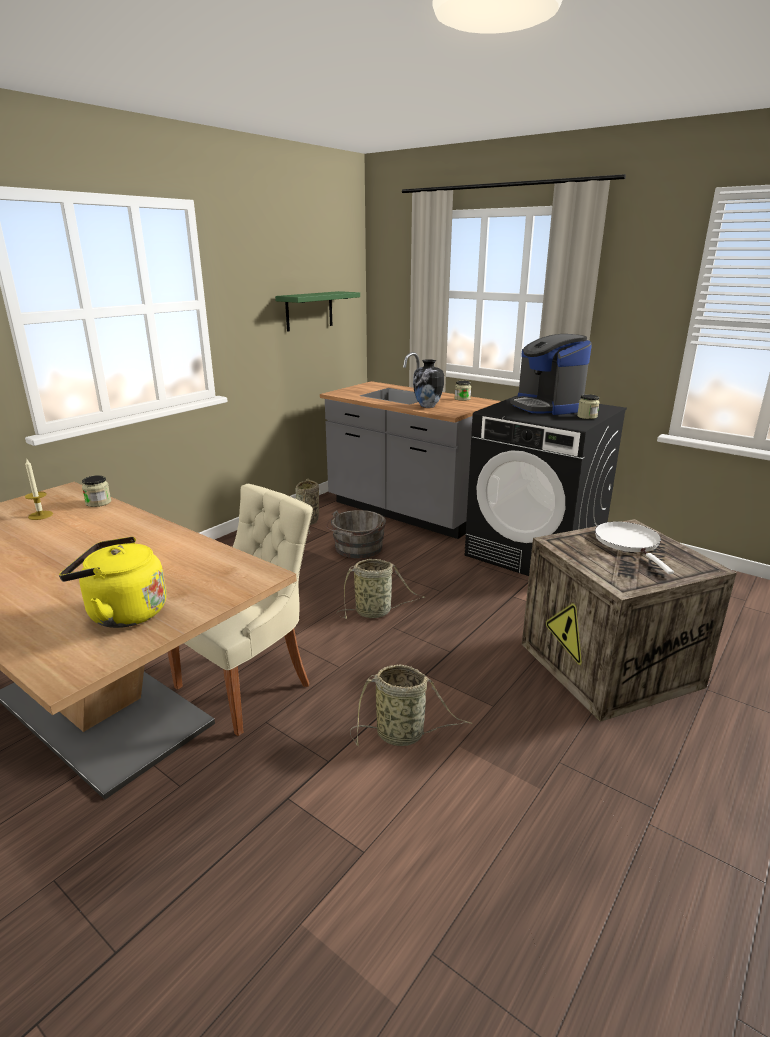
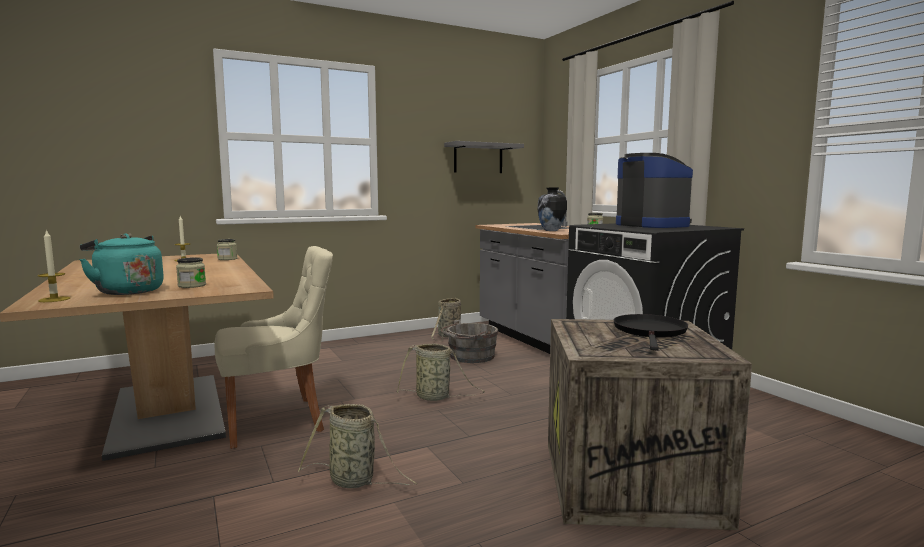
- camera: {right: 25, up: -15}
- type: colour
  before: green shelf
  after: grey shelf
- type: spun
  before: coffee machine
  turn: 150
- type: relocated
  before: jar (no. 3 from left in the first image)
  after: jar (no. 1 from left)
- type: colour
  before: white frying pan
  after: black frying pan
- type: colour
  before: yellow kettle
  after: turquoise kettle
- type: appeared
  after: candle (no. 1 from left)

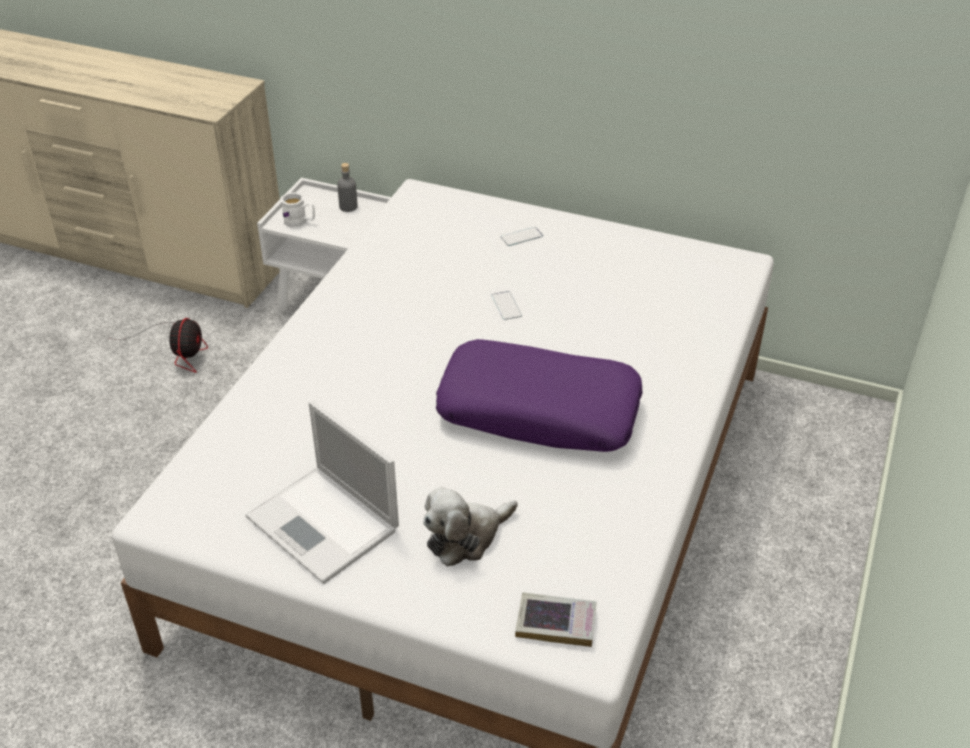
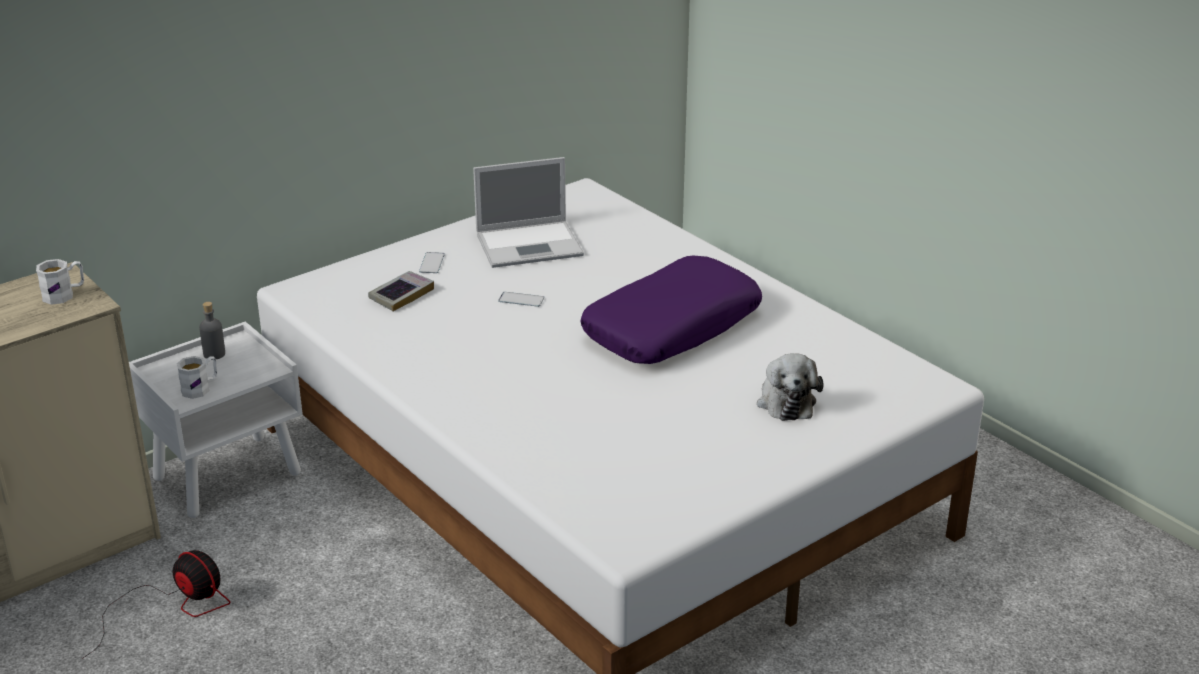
- camera: {right: -60, up: -10}
- type: relocated
  before: laptop
- type: relocated
  before: book
- type: appeared
  after: white mug (no. 1 from left)

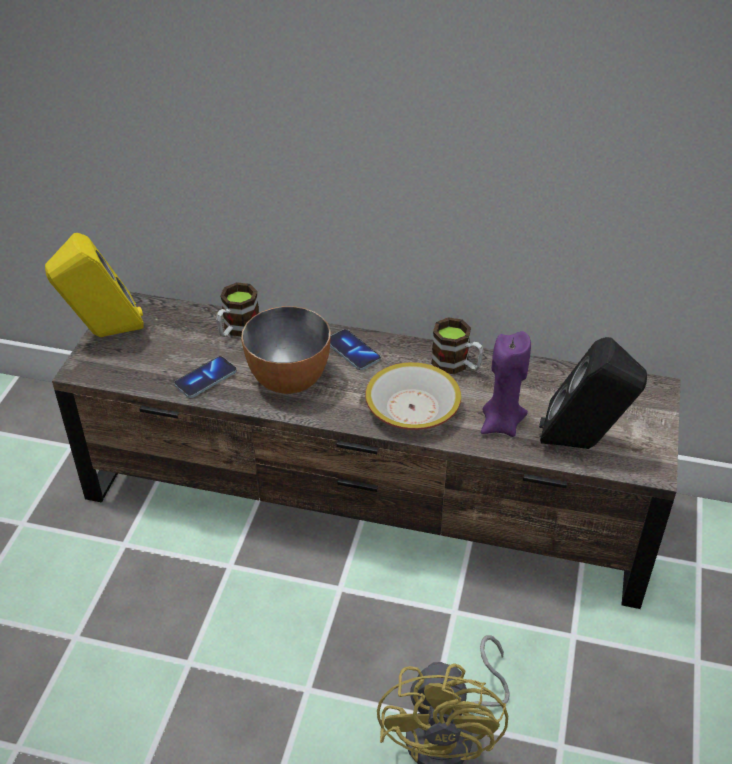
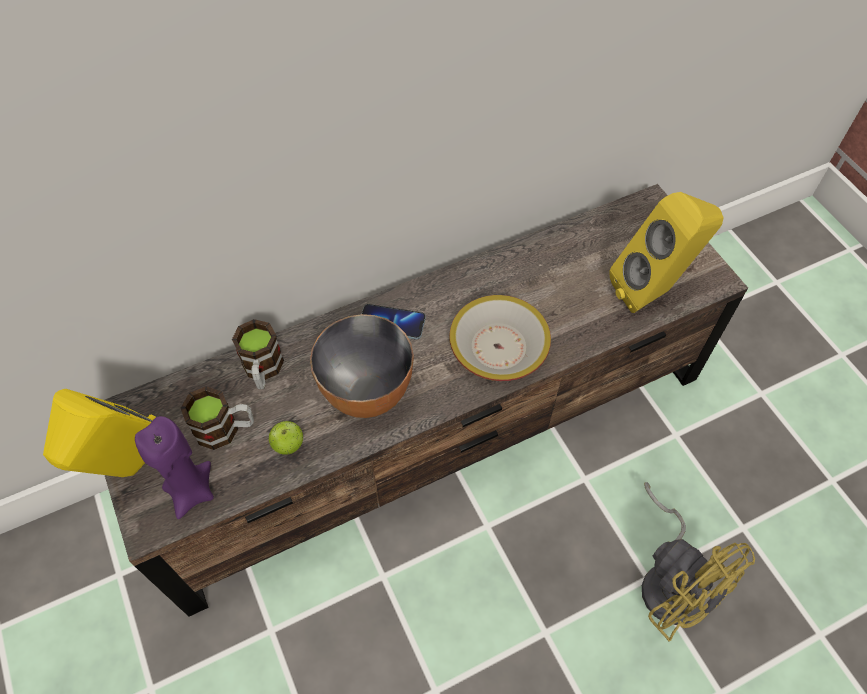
- camera: {right: -40, up: 15}
- type: relocated
  before: mug (no. 2 from left in the first image)
  after: mug (no. 1 from left)
- type: relocated
  before: purple candle
- type: colour
  before: black speaker
  after: yellow speaker (no. 2 from left)
- type: exchanged
  before: phone (no. 1 from left)
  after: apple

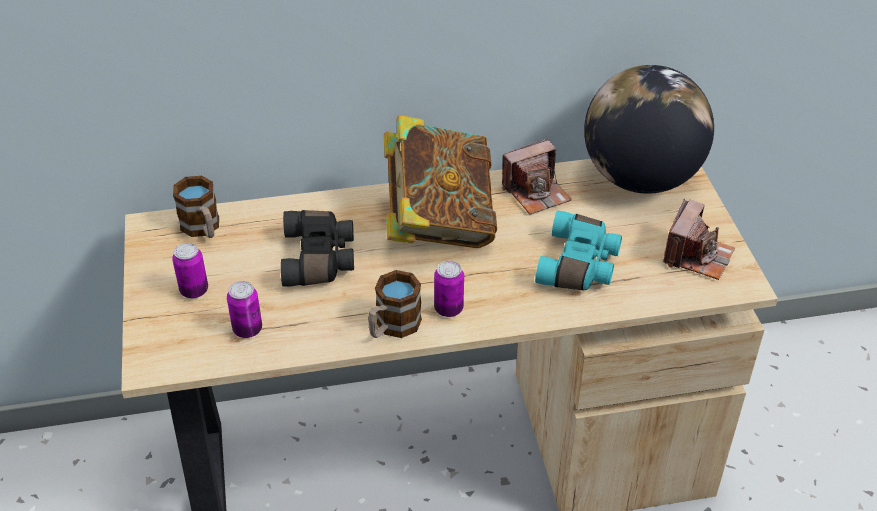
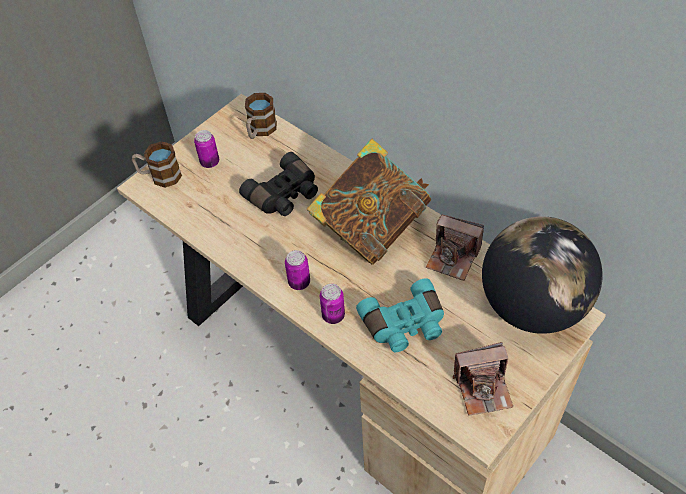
- camera: {right: 55, up: 10}
- type: relocated
  before: mug (no. 2 from left in the first image)
  after: mug (no. 1 from left)
- type: relocated
  before: can (no. 2 from left in the first image)
  after: can (no. 3 from left)

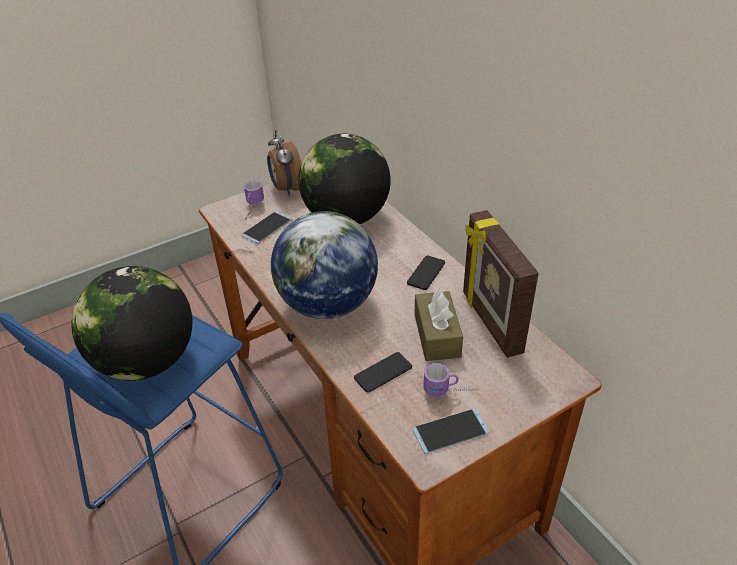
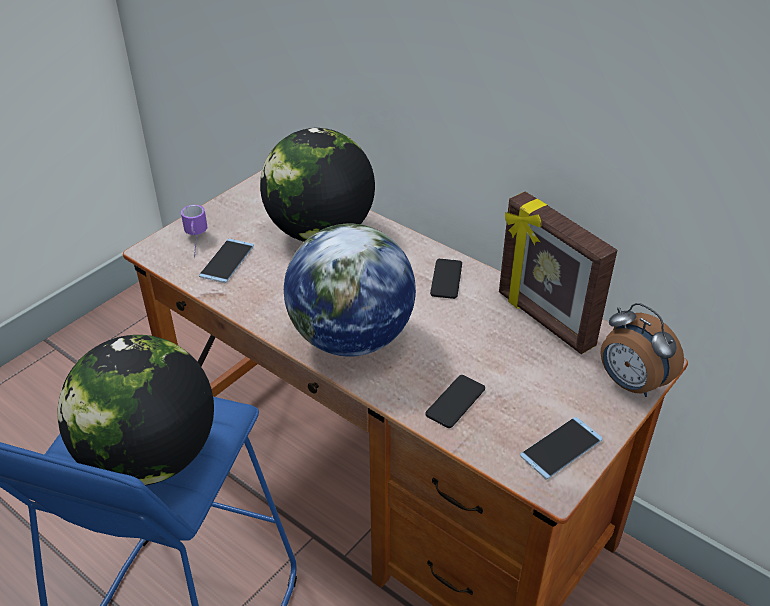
- camera: {right: -20, up: 0}
- type: relocated
  before: alarm clock
- type: missing
  before: brown tissue box
- type: missing
  before: mug (no. 2 from left)

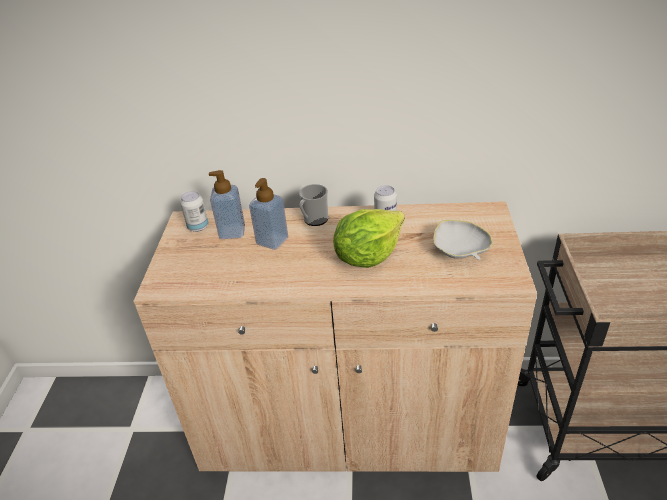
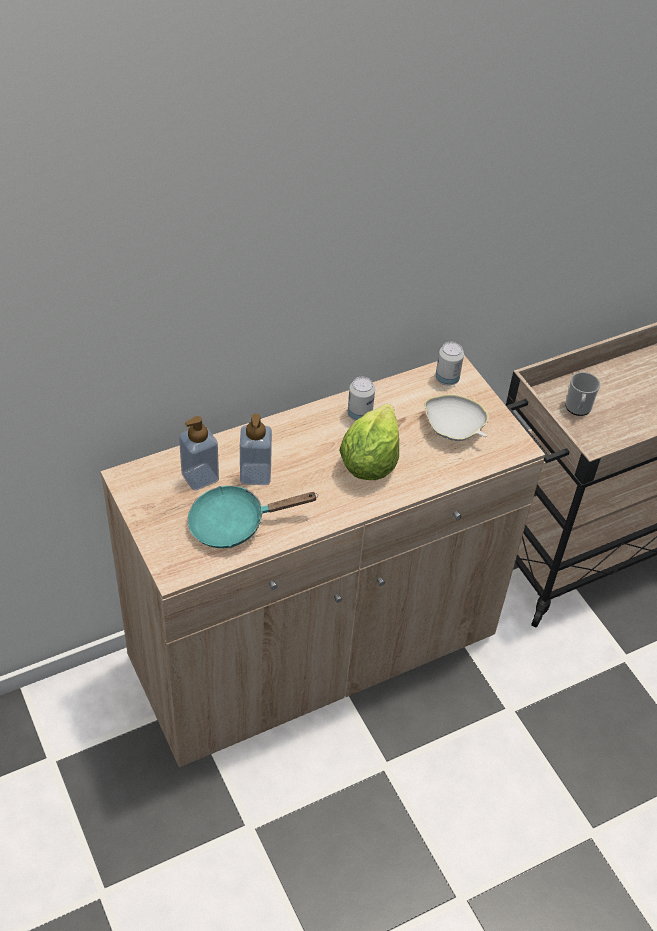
- camera: {right: -35, up: 10}
- type: relocated
  before: mug
- type: relocated
  before: can (no. 1 from left in the first image)
  after: can (no. 2 from left)
- type: appeared
  after: turquoise frying pan

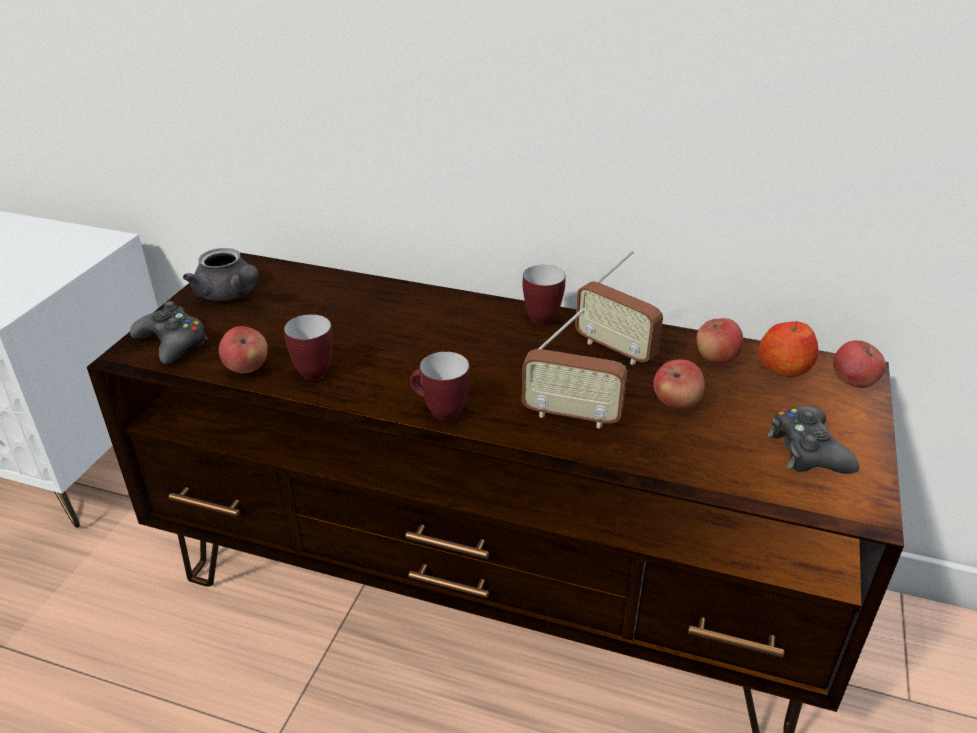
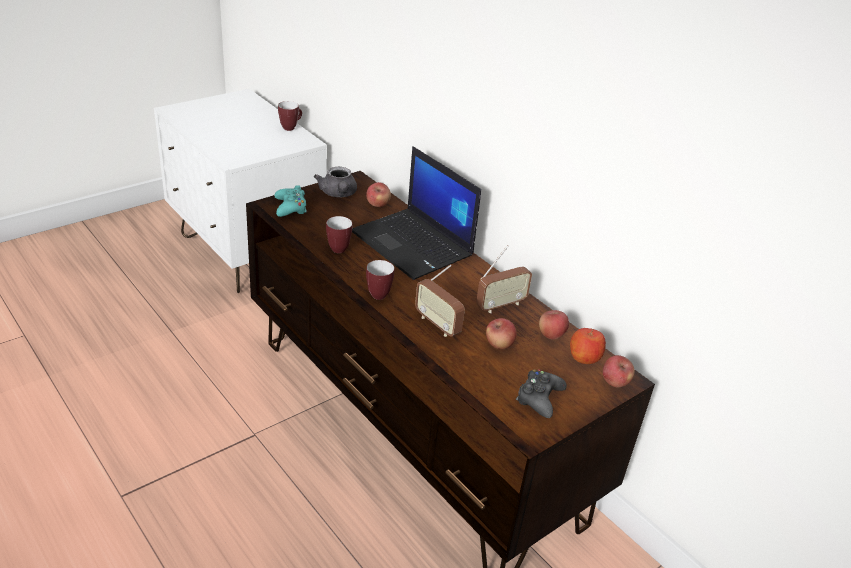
- camera: {right: 30, up: 0}
- type: spun
  before: radio (no. 2 from left)
  turn: -105
- type: relocated
  before: mug (no. 3 from left in the first image)
  after: mug (no. 1 from left)
- type: colour
  before: black game controller (no. 1 from left)
  after: turquoise game controller
- type: relocated
  before: apple (no. 1 from left)
- type: appeared
  after: laptop

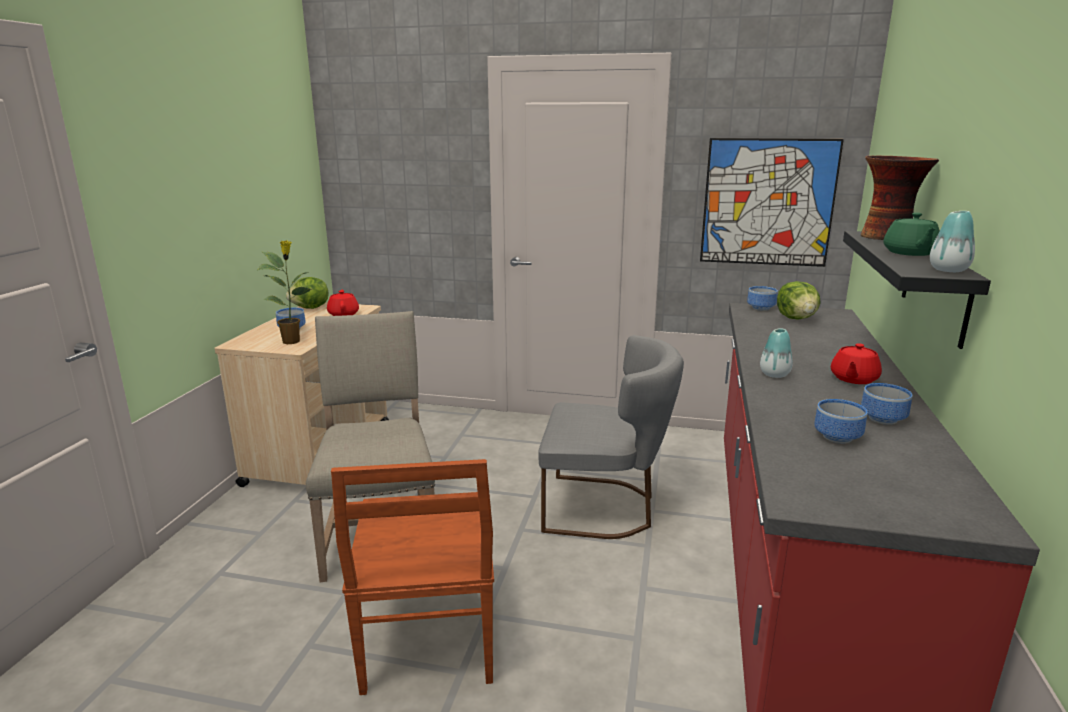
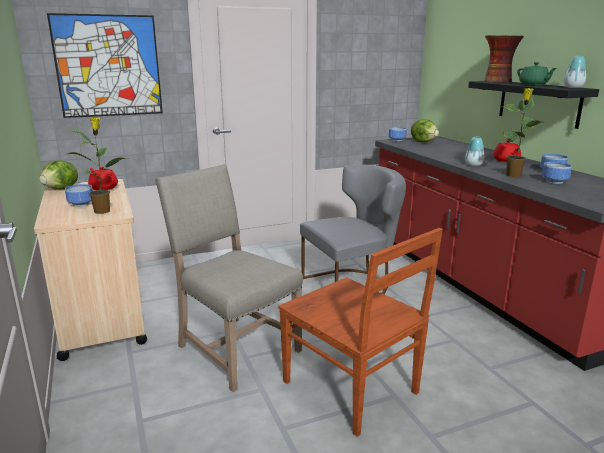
- camera: {right: -35, up: 0}
- type: relocated
  before: picture
- type: appeared
  after: potted plant (no. 2 from left)

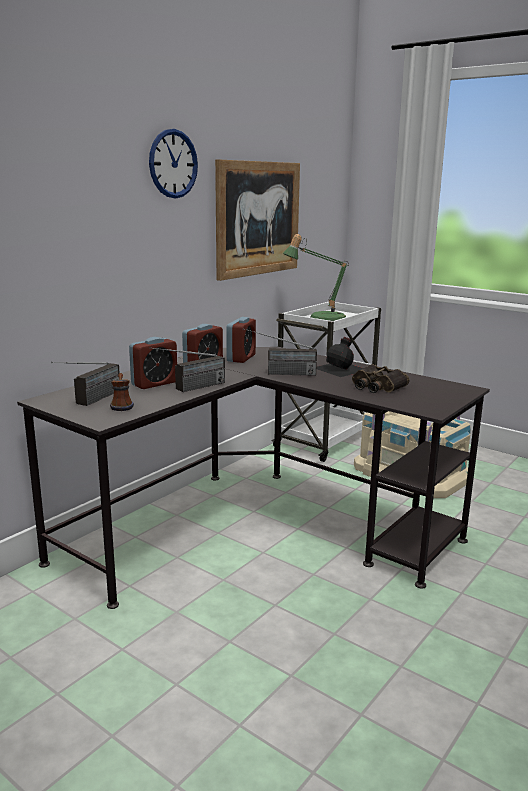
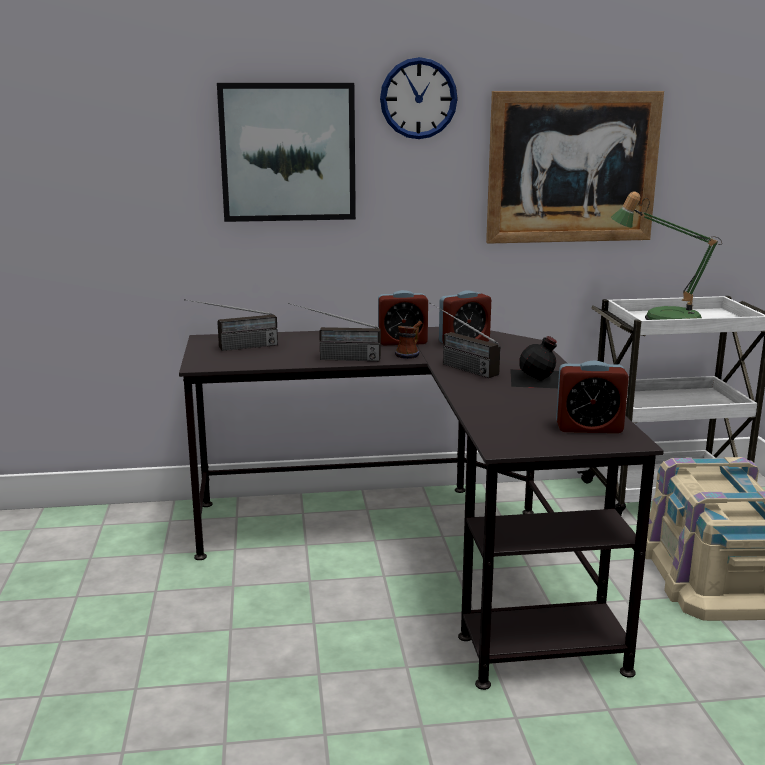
- camera: {right: 45, up: 0}
- type: relocated
  before: alarm clock (no. 1 from left in the first image)
  after: alarm clock (no. 3 from left)
- type: missing
  before: binoculars
- type: relocated
  before: mug
- type: appeared
  after: picture (no. 1 from left)

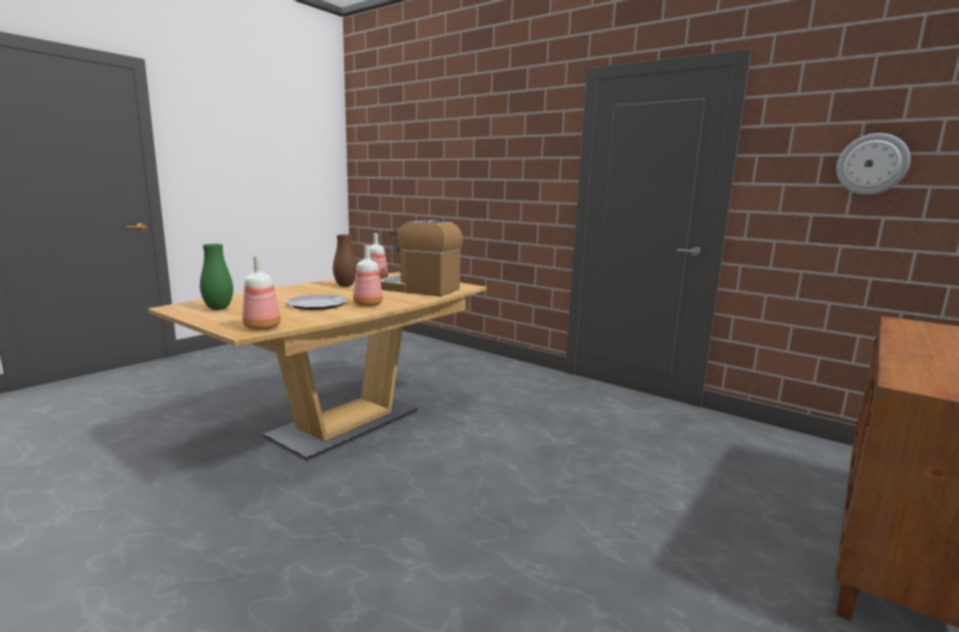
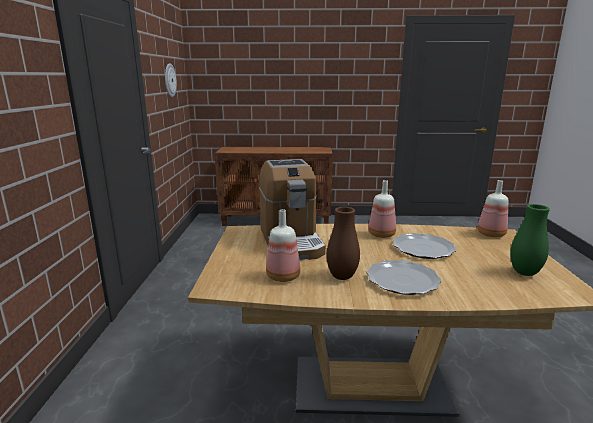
- camera: {right: -125, up: 5}
- type: appeared
  after: plate (no. 1 from left)

